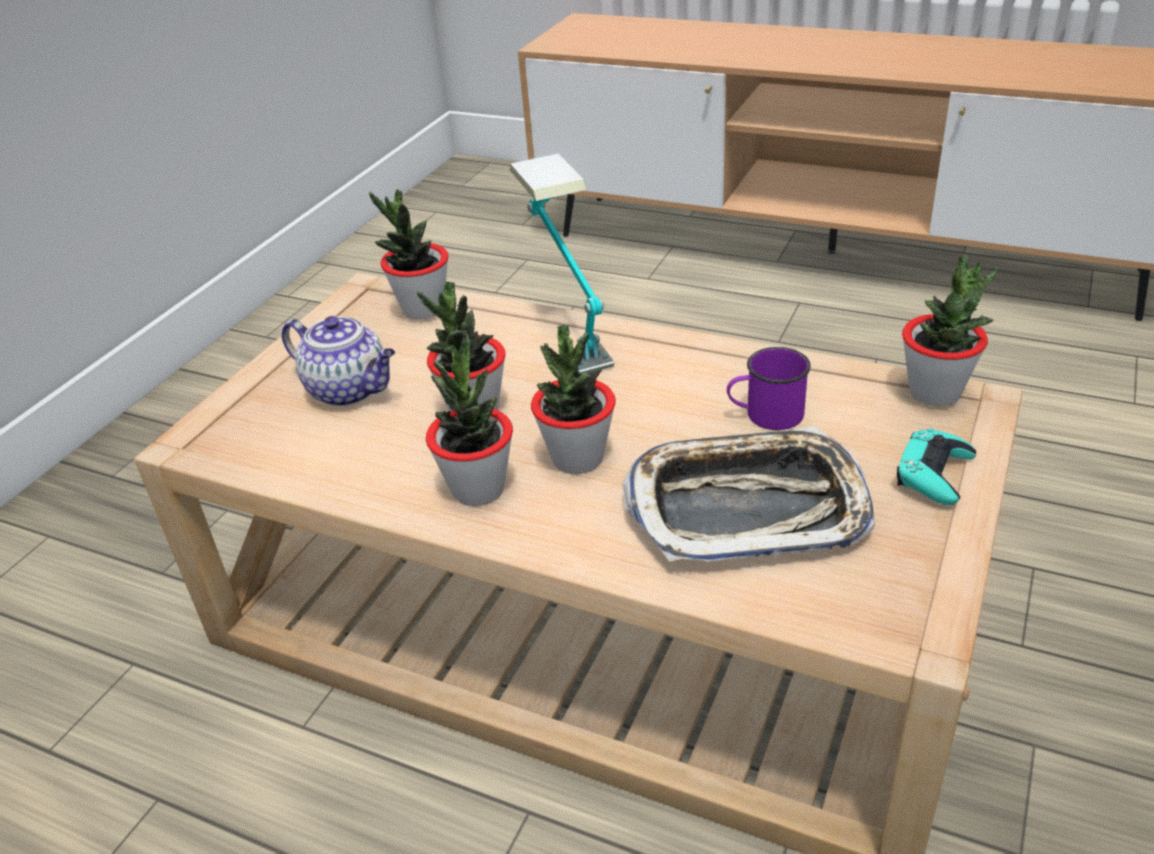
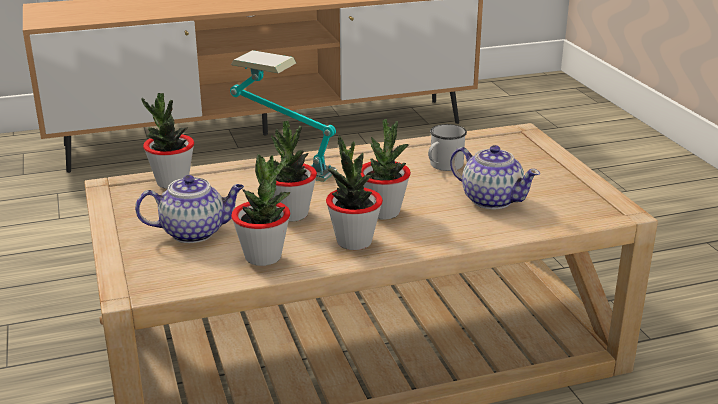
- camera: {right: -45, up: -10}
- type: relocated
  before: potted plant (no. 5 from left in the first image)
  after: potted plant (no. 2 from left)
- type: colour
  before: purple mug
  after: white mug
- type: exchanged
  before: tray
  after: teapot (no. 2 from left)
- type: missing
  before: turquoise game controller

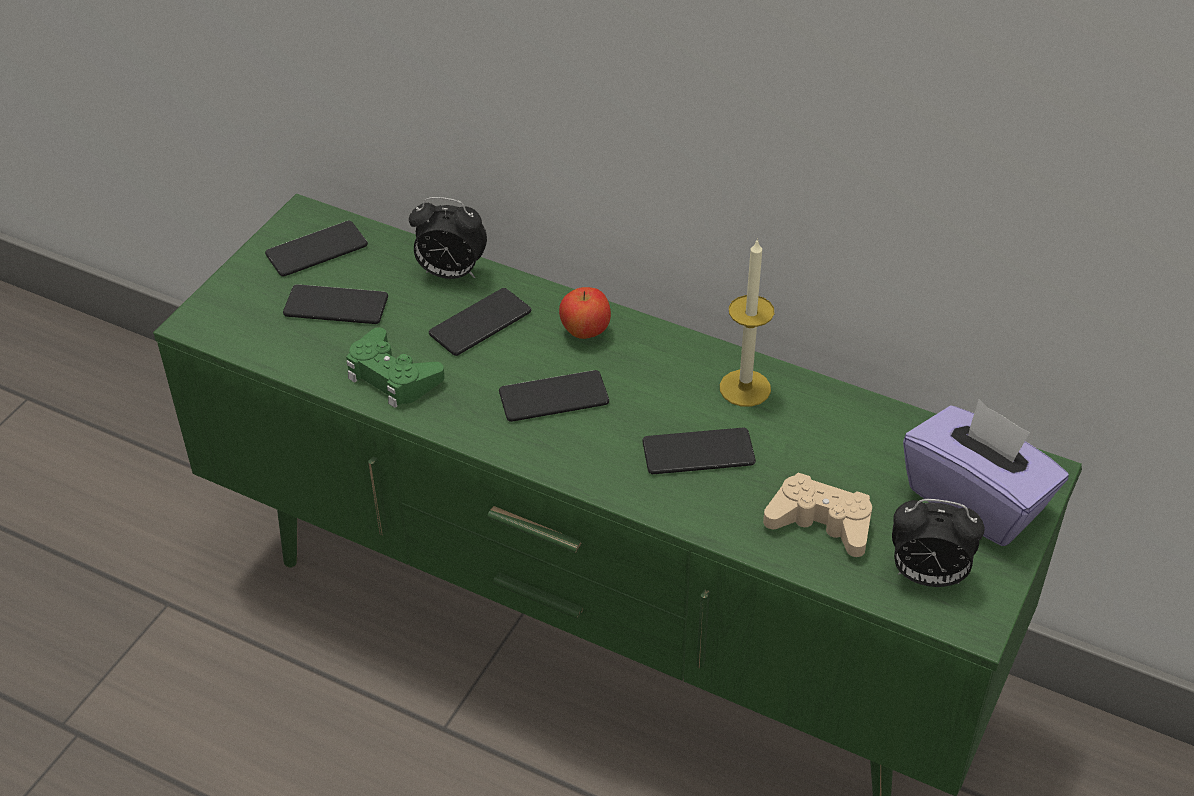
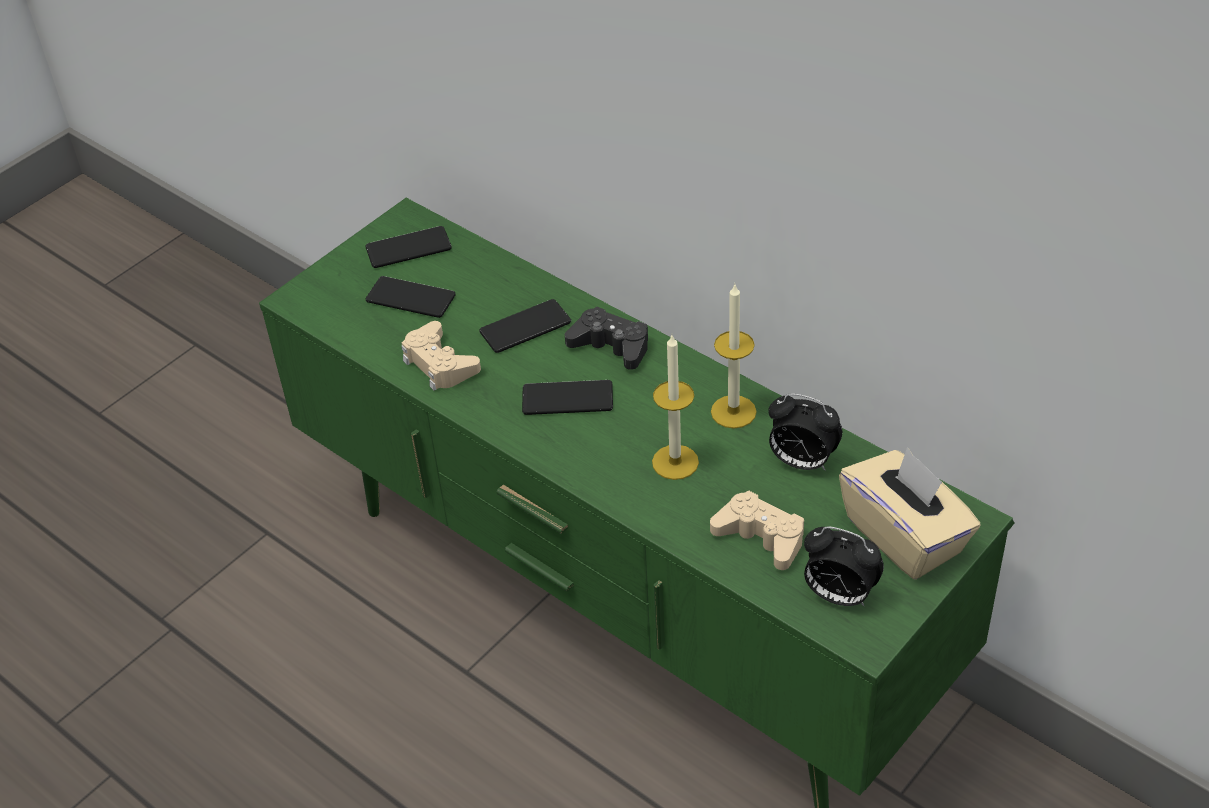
- camera: {right: 15, up: 0}
- type: relocated
  before: alarm clock (no. 1 from left)
- type: exchanged
  before: apple
  after: black game controller
- type: colour
  before: green game controller
  after: beige game controller (no. 1 from left)
- type: colour
  before: purple tissue box
  after: beige tissue box
- type: exchanged
  before: phone (no. 5 from left)
  after: candle (no. 1 from left)

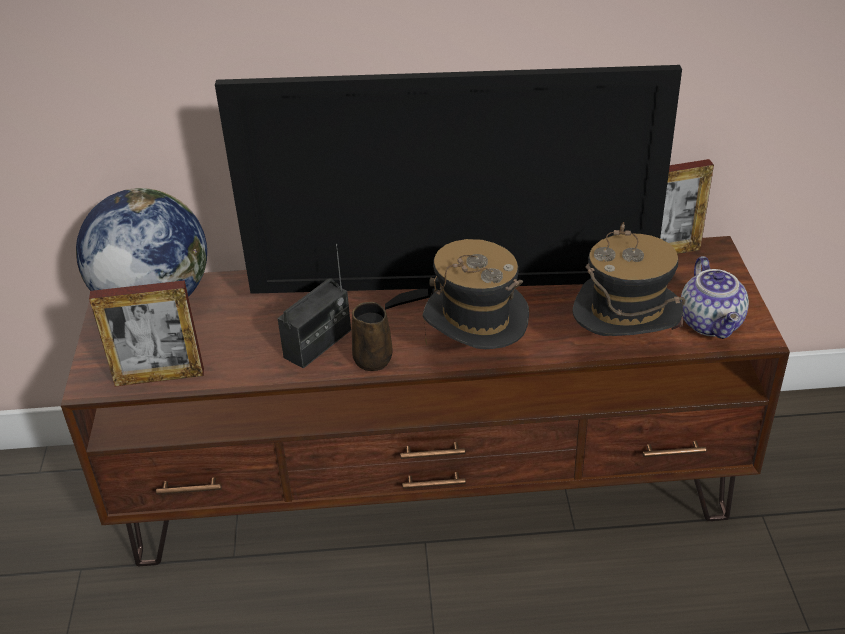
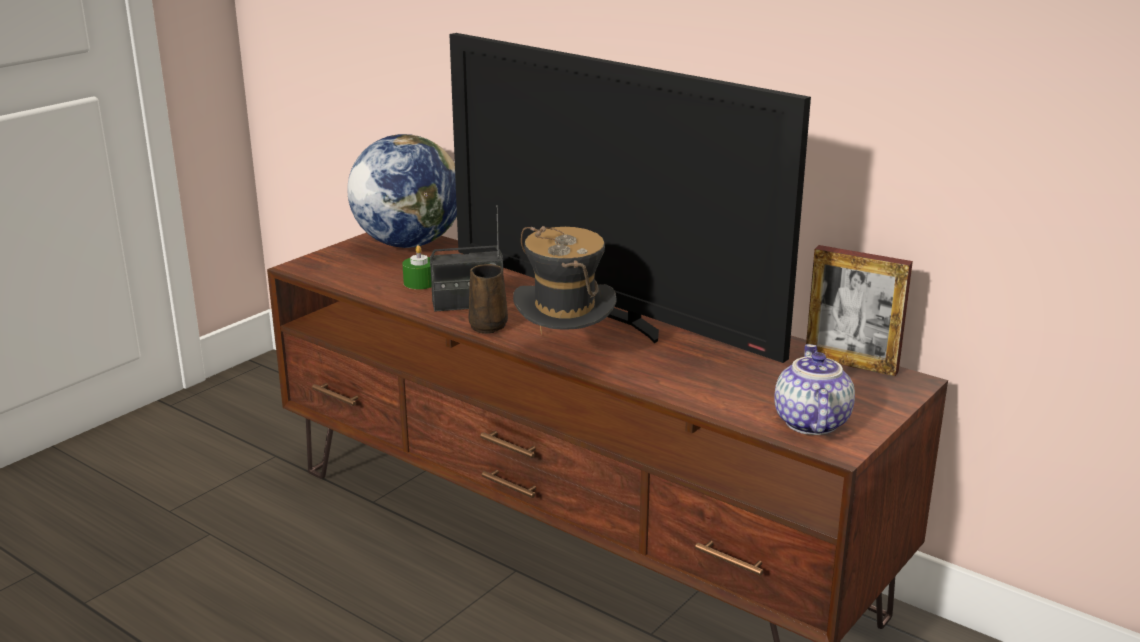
- camera: {right: 40, up: -15}
- type: missing
  before: hat (no. 2 from left)
- type: spun
  before: teapot
  turn: 150
- type: missing
  before: picture frame (no. 1 from left)
- type: appeared
  after: green candle

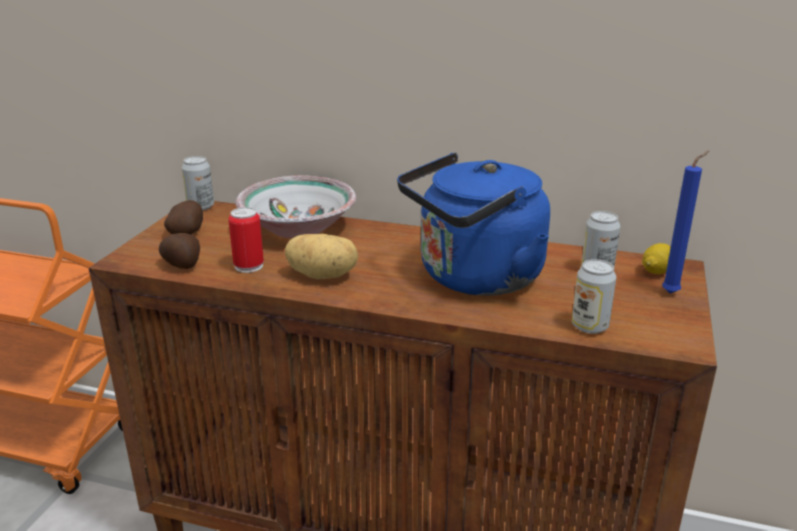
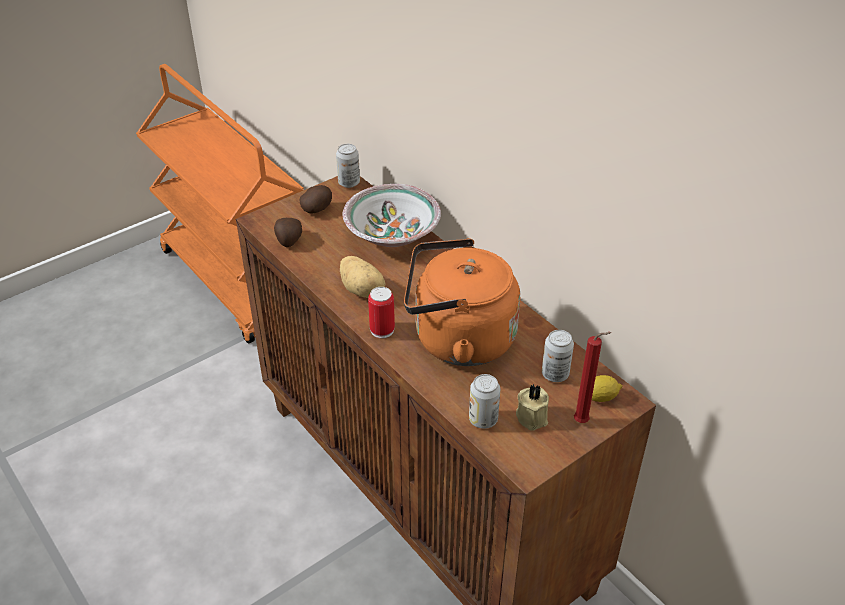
- camera: {right: 35, up: 15}
- type: colour
  before: blue candle
  after: red candle
- type: colour
  before: blue kettle
  after: orange kettle
- type: relocated
  before: can (no. 2 from left)
- type: appeared
  after: beige candle

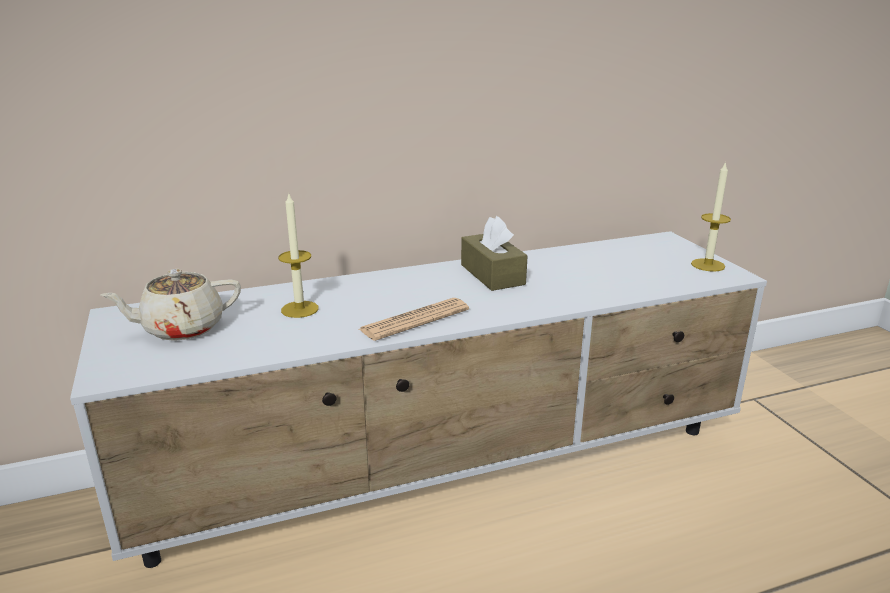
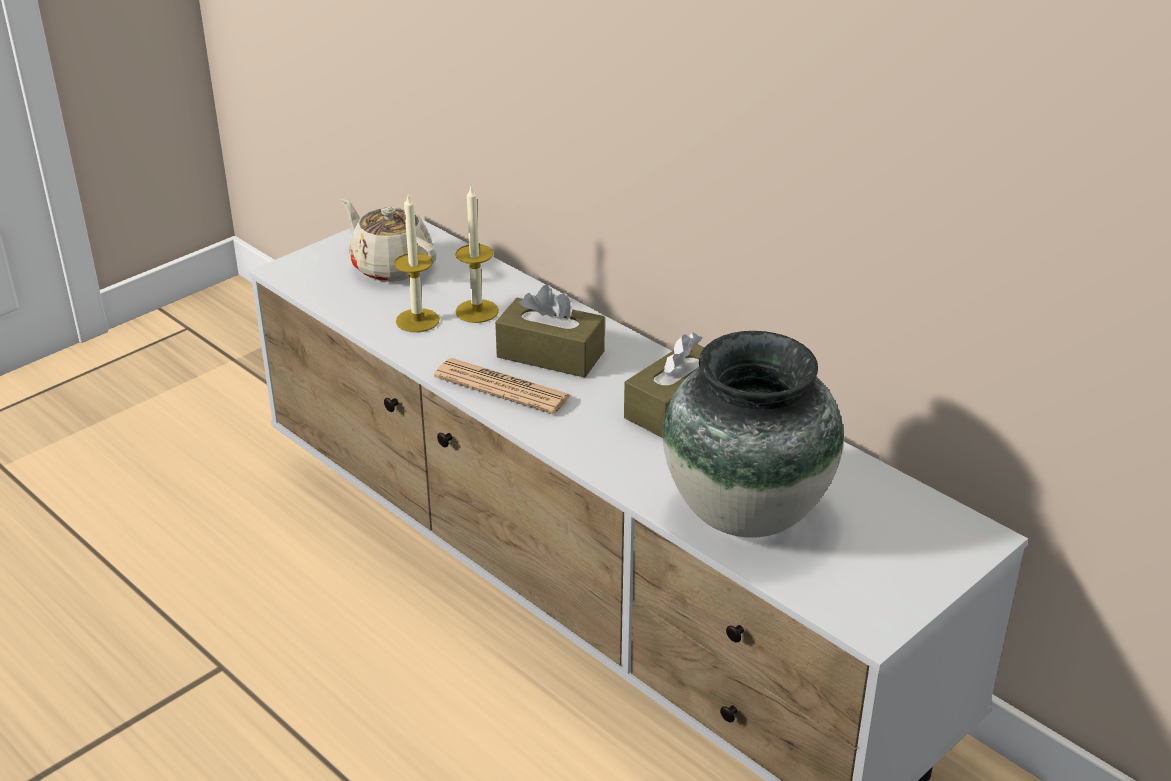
- camera: {right: 65, up: 10}
- type: relocated
  before: candle (no. 2 from left in the first image)
  after: candle (no. 1 from left)
- type: appeared
  after: brown tissue box (no. 1 from left)
- type: appeared
  after: vase

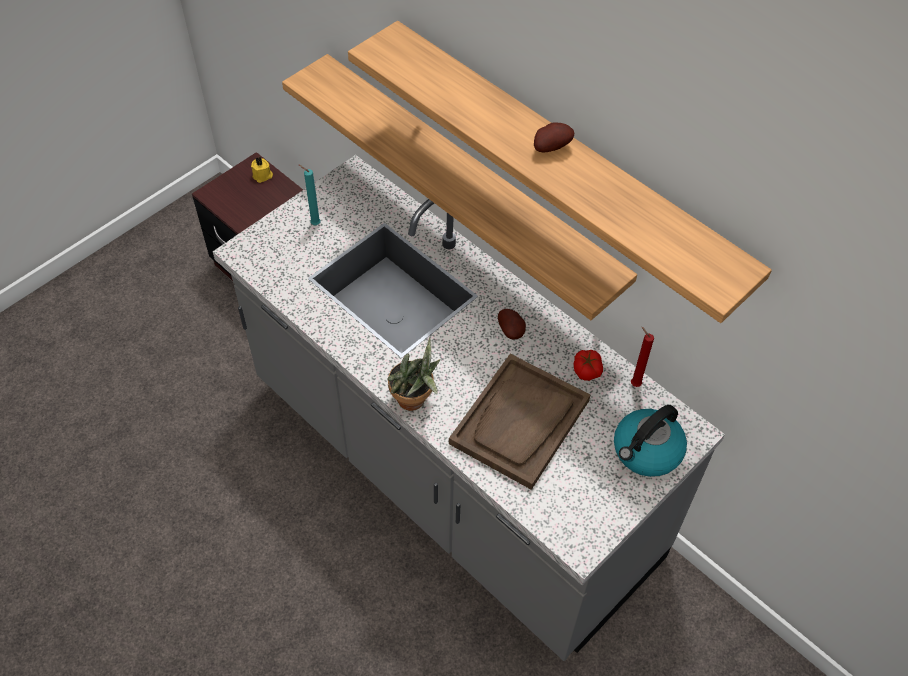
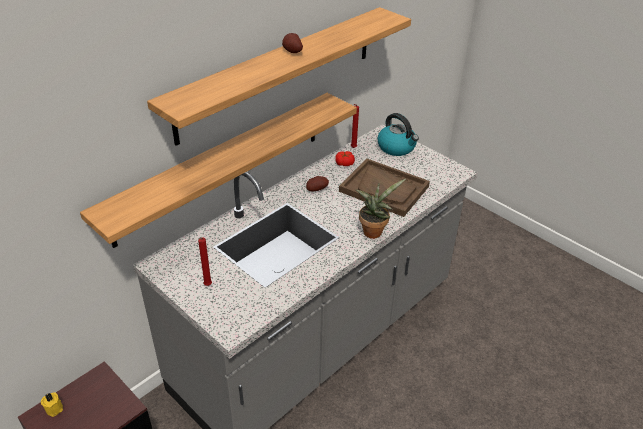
- camera: {right: -90, up: -15}
- type: colour
  before: turquoise candle
  after: red candle (no. 1 from left)

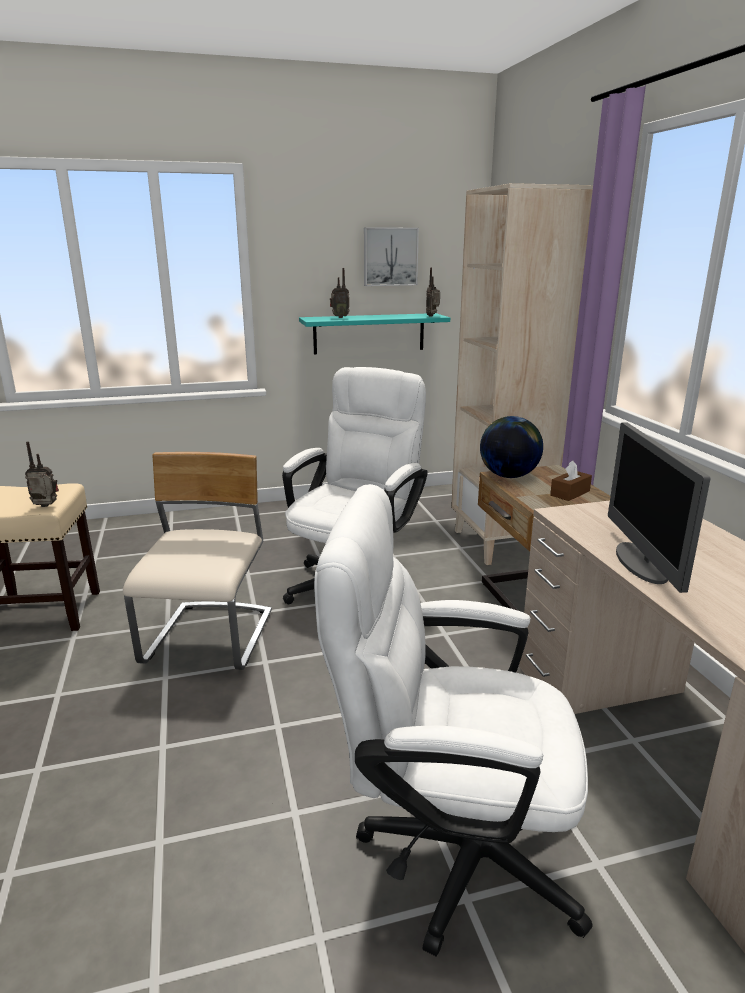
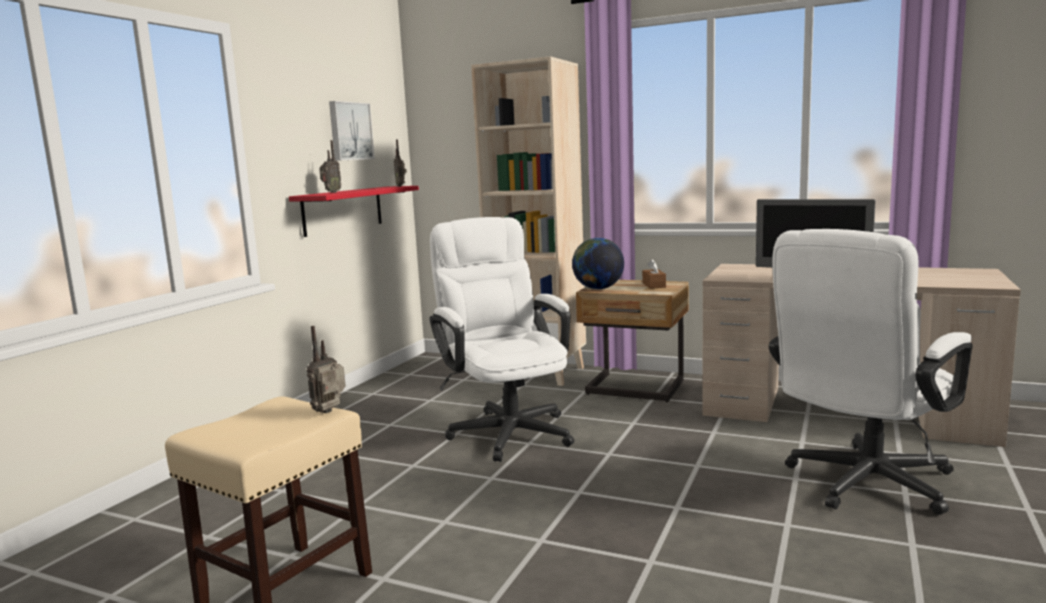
- camera: {right: -50, up: -10}
- type: colour
  before: turquoise shelf
  after: red shelf
- type: missing
  before: beige chair

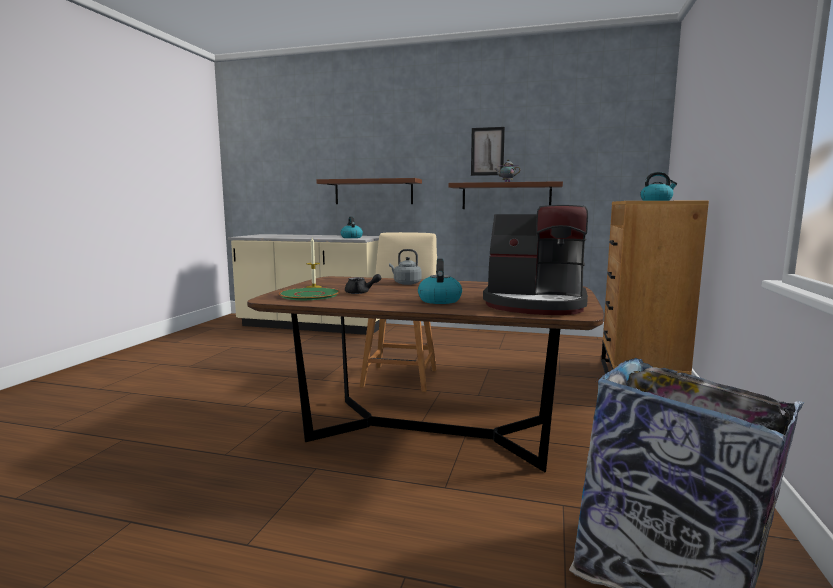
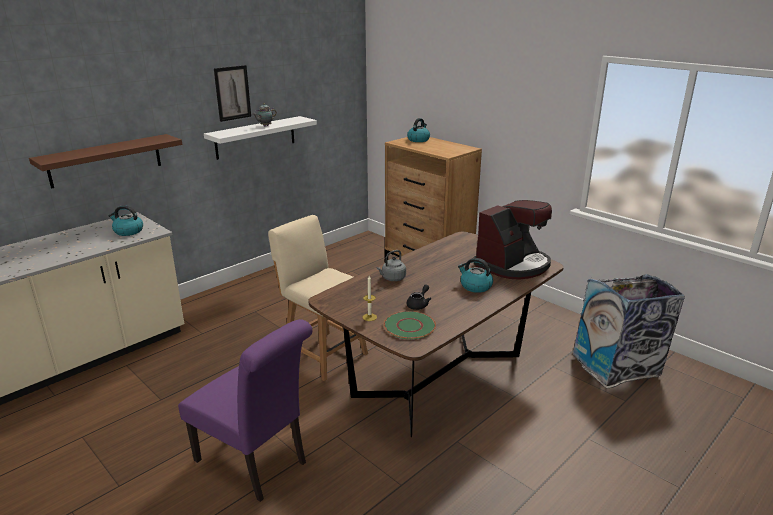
- camera: {right: -60, up: 15}
- type: colour
  before: brown shelf (no. 2 from left)
  after: white shelf
- type: appeared
  after: purple chair

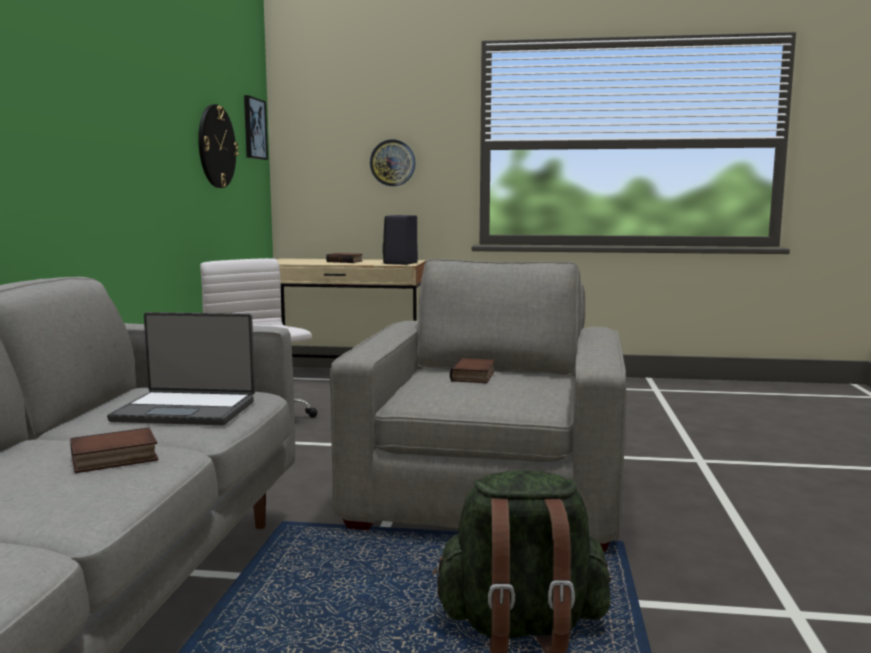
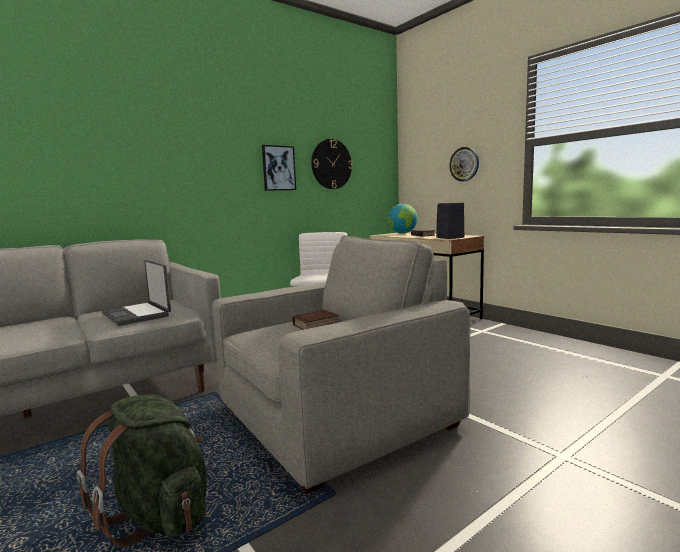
- camera: {right: 45, up: 0}
- type: relocated
  before: picture
- type: missing
  before: book (no. 1 from left)
- type: appeared
  after: globe

